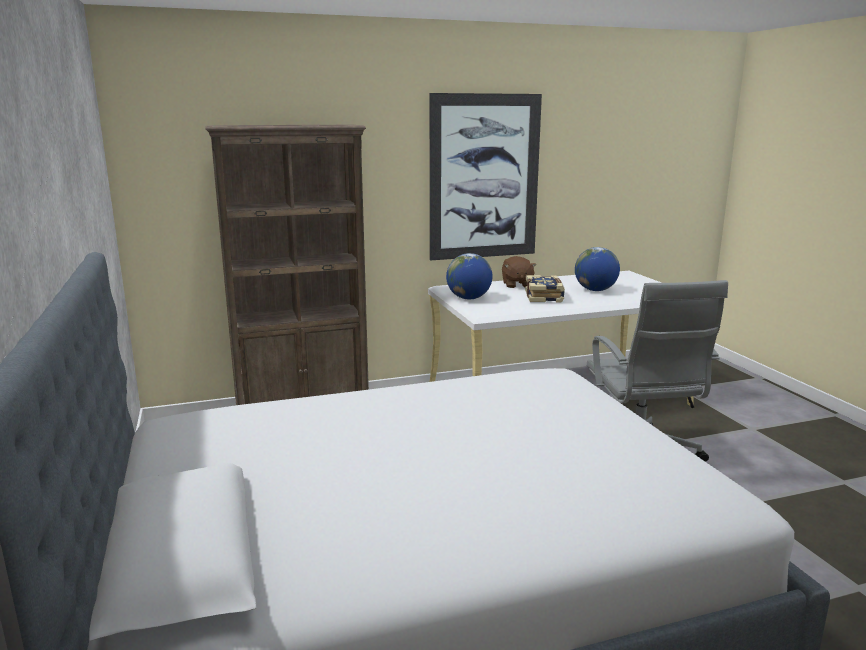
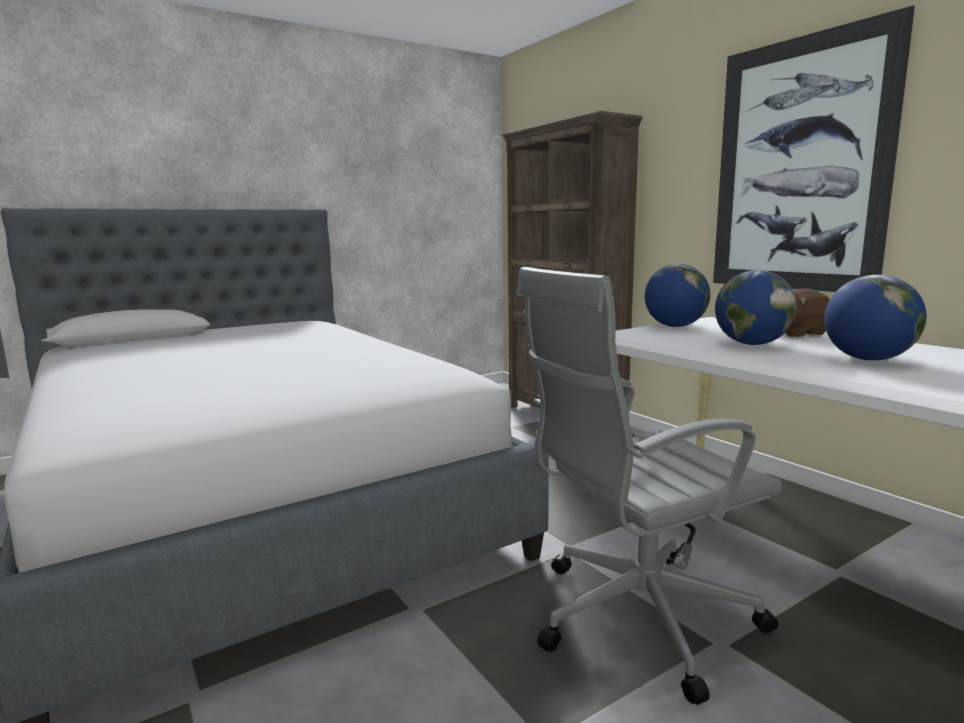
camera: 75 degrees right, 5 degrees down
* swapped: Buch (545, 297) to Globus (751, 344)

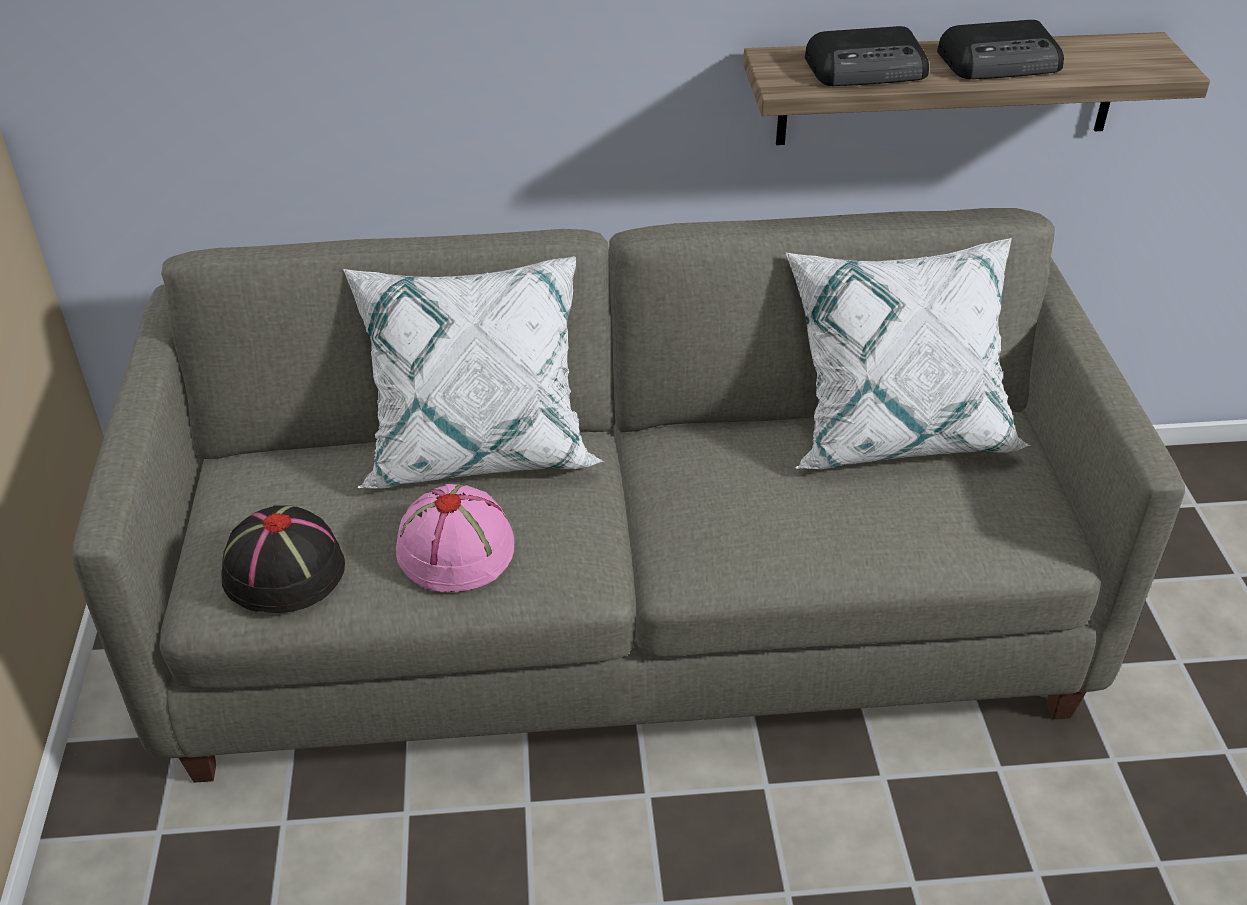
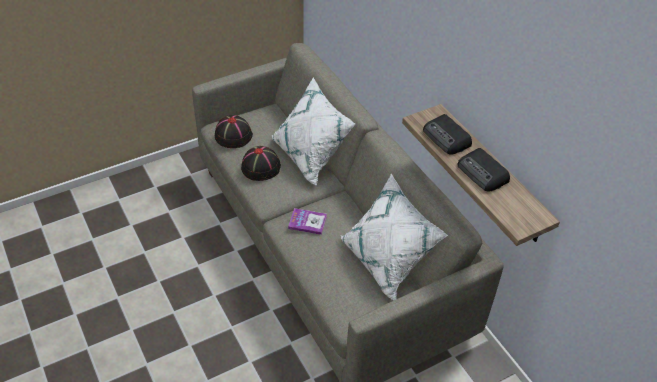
camera: 65 degrees right, 5 degrees up
* repainted: Hut [rosa] (456, 548) to Hut [schwarz] (261, 167)
* new: Buch (307, 222)

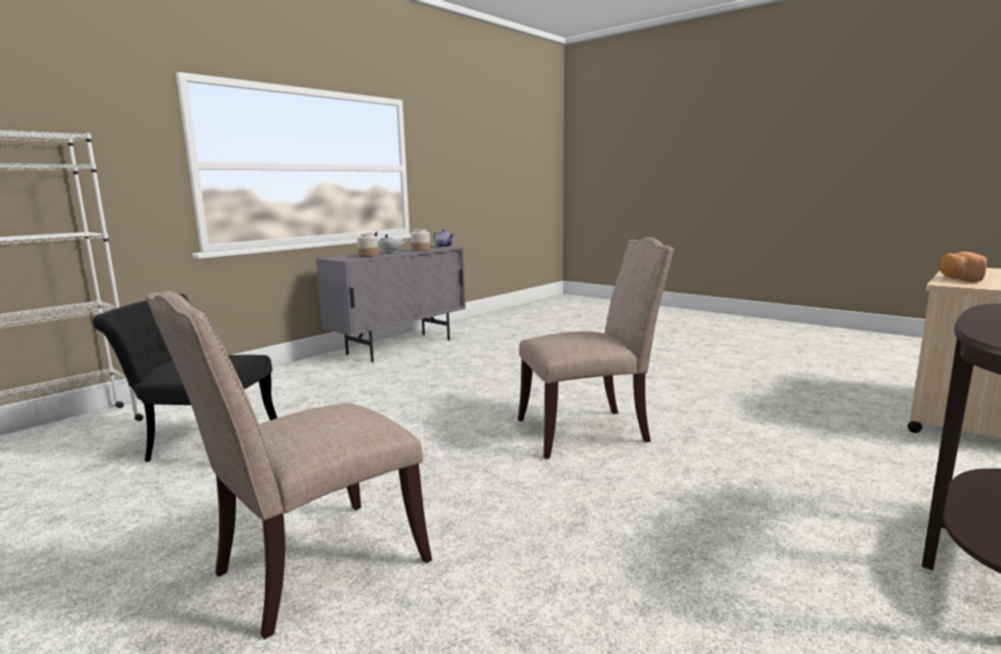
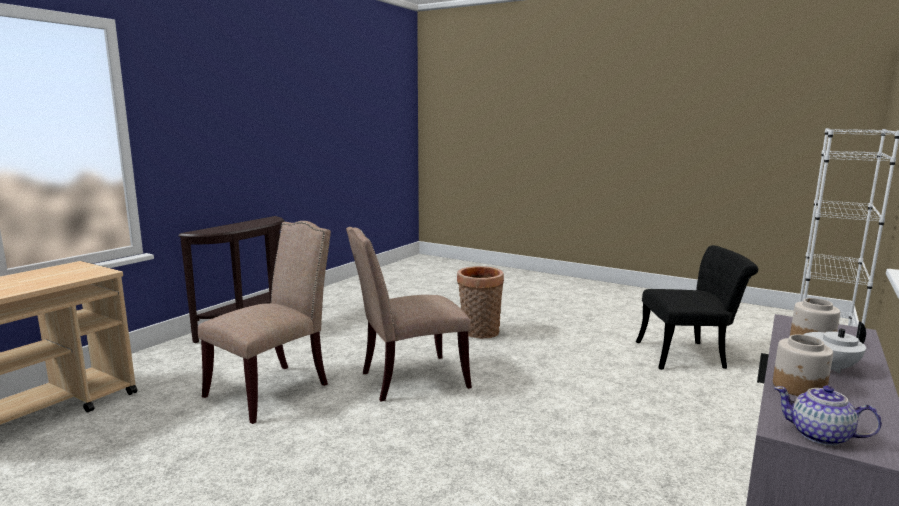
camera: 170 degrees right, 0 degrees up
* gone: Brot (958, 279)
* shifted: Stuhl [beige] (313, 569) to (273, 389)
* new: Korb (479, 333)

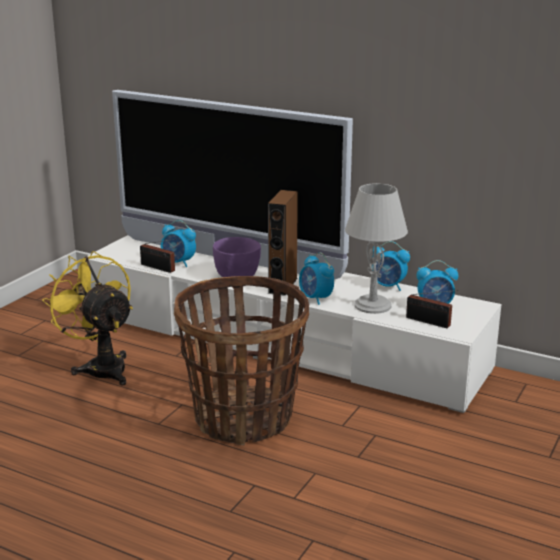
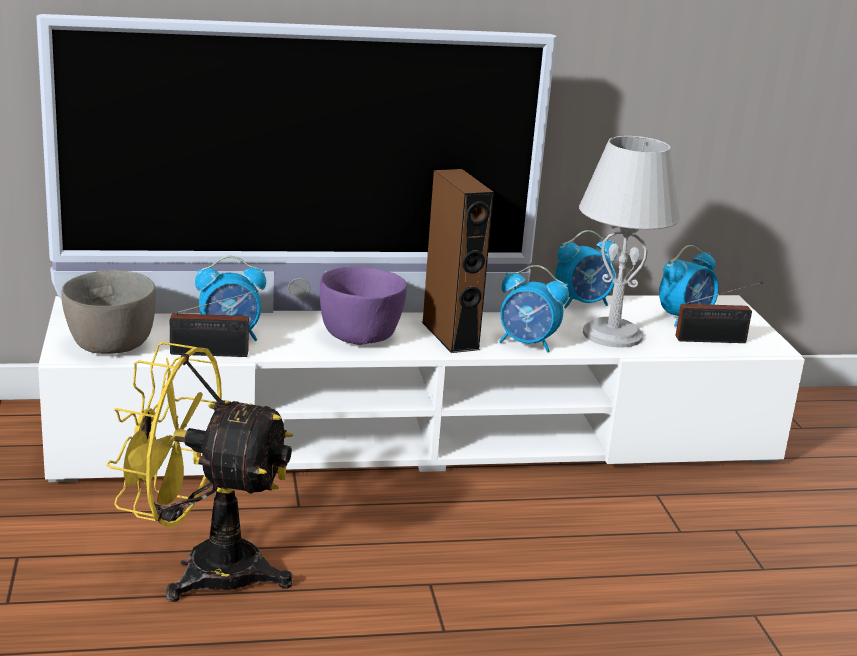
camera: 40 degrees left, 0 degrees up
* gone: Korb (244, 418)
* new: Schüssel [grau] (109, 346)

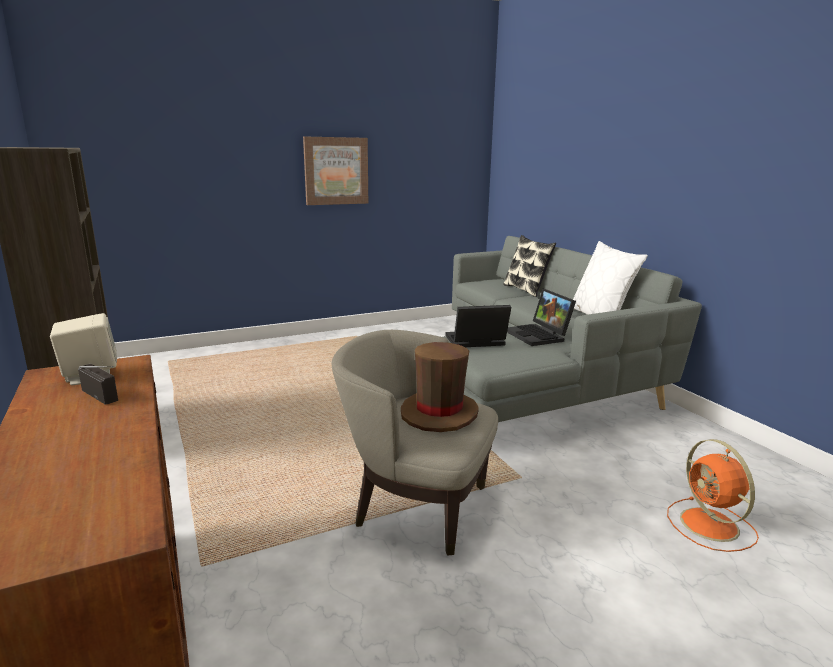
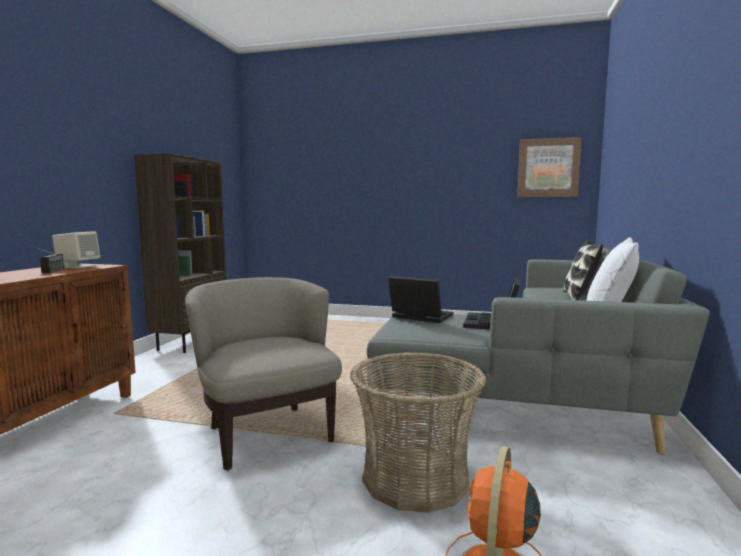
camera: 40 degrees right, 10 degrees down
* shifted: Bild (336, 171) to (548, 168)
* gone: Hut [braun] (439, 413)
* new: Korb (416, 478)

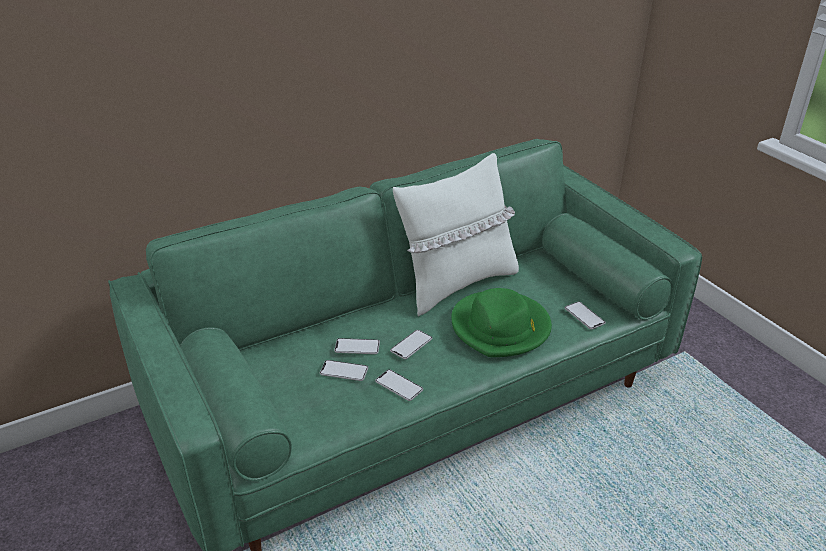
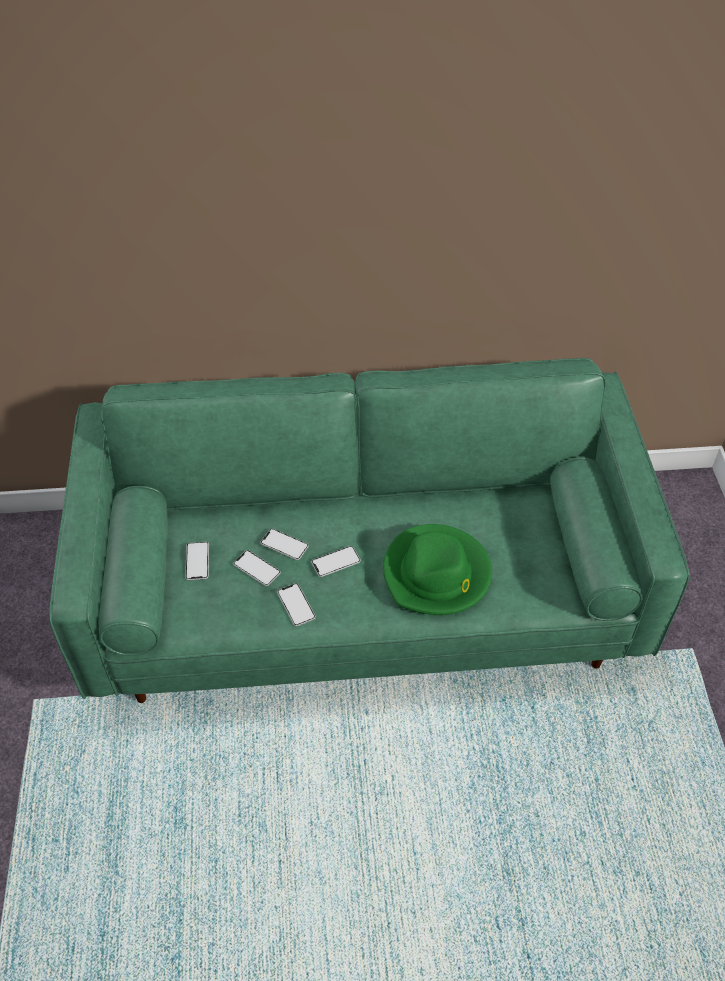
camera: 25 degrees right, 15 degrees up
* gone: Kissen [weiß] (457, 284)
* shifted: Handy (584, 316) to (197, 561)

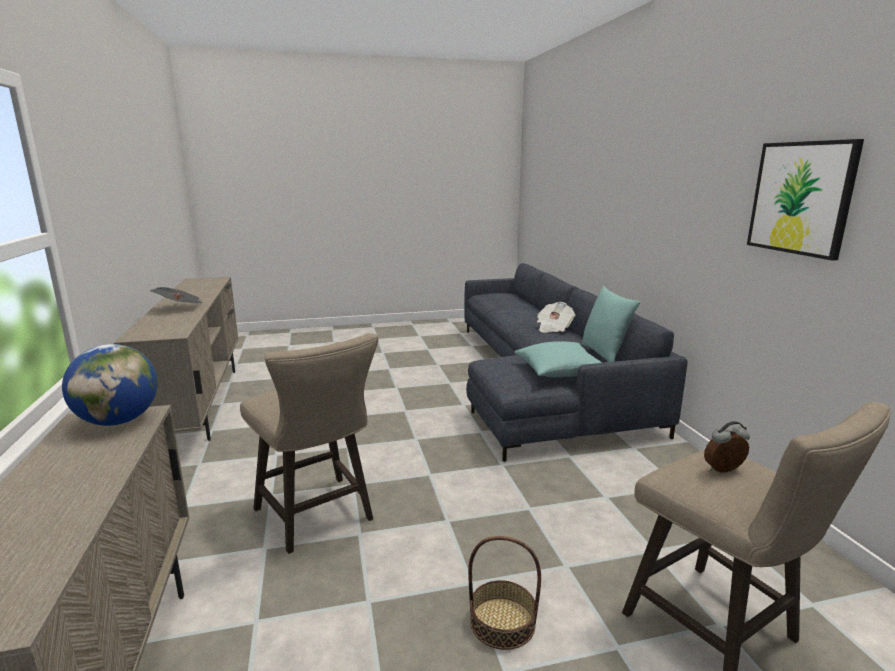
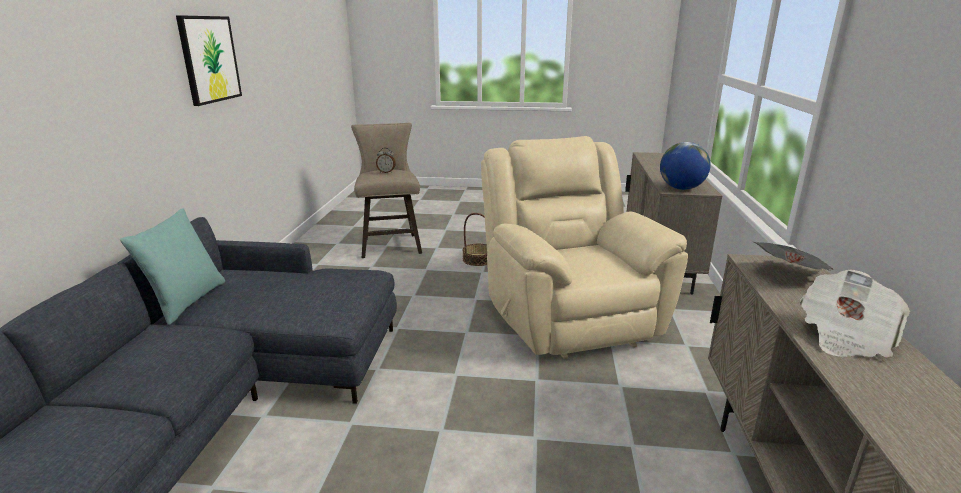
camera: 160 degrees left, 5 degrees up
* shifted: Zeitung (554, 328) to (789, 275)
* swapped: Hocker [beige] (318, 518) to Sessel [beige] (568, 316)
* gone: Kissen [türkis] (559, 371)

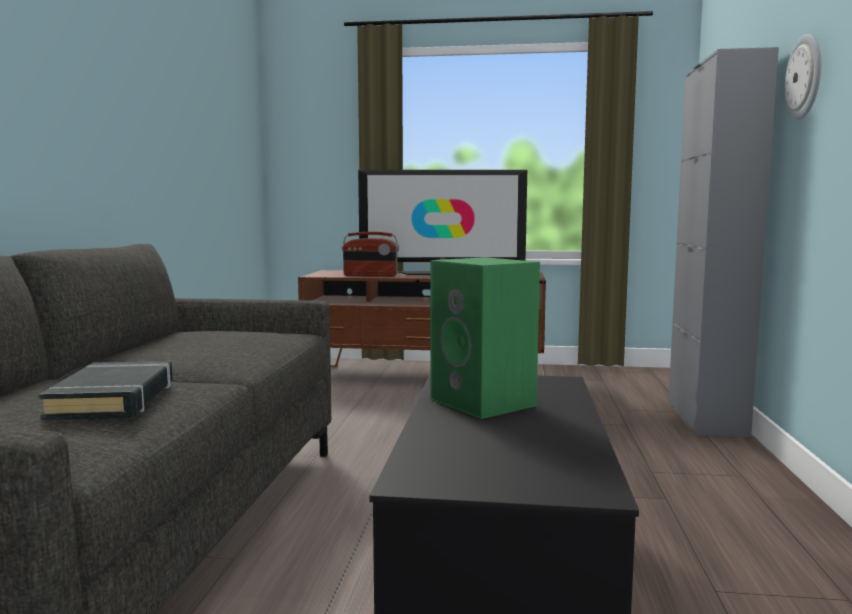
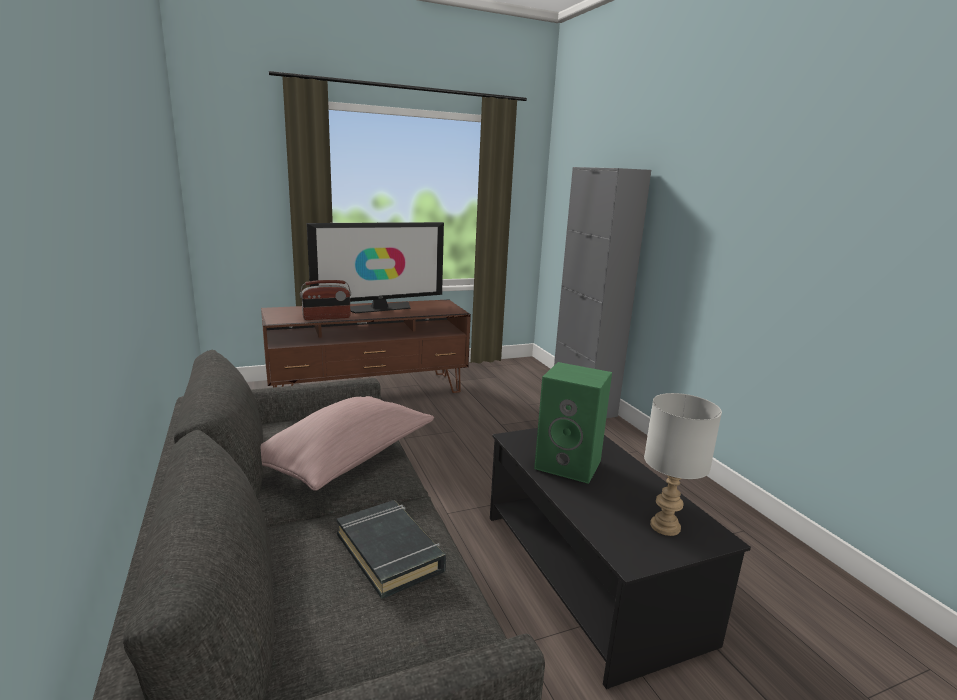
camera: 30 degrees left, 10 degrees up
* gone: Wanduhr (805, 77)
* new: Tischlampe [grau] (666, 527)
* new: Kissen [rosa] (348, 459)

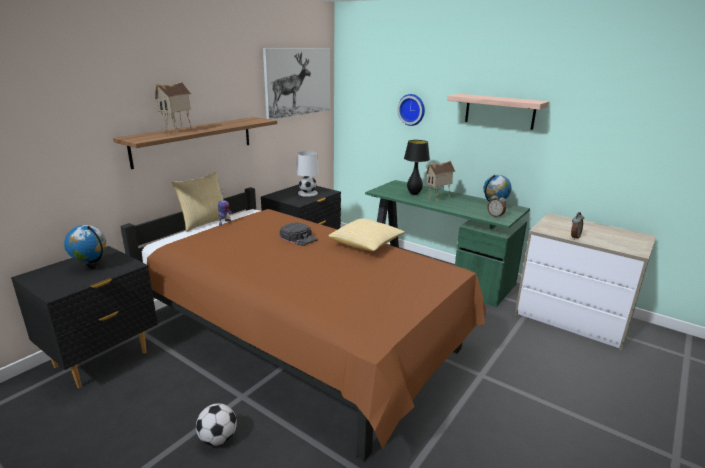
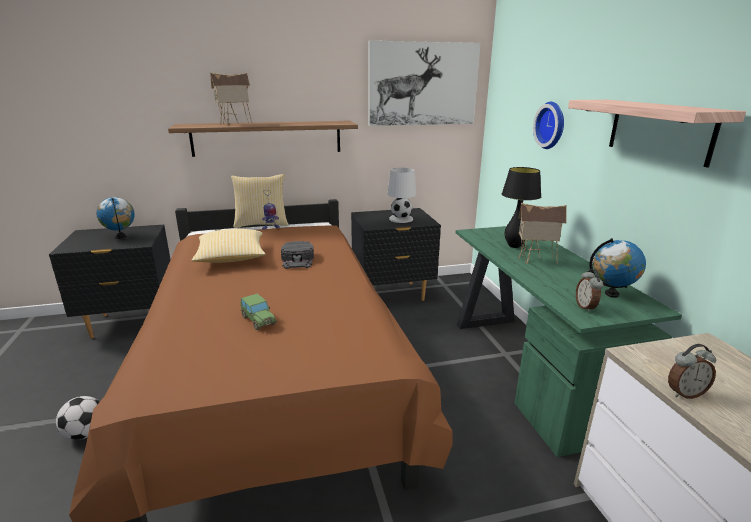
camera: 40 degrees right, 0 degrees up
* shifted: Kissen (366, 245) to (231, 258)
* new: Spielzeugauto (258, 320)

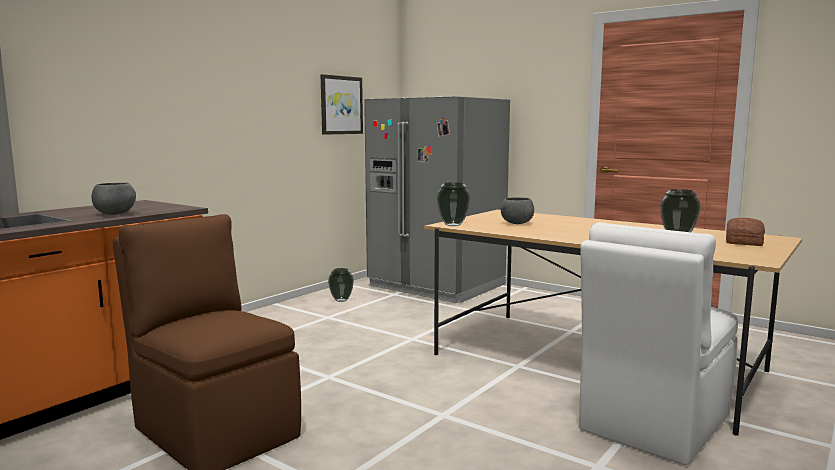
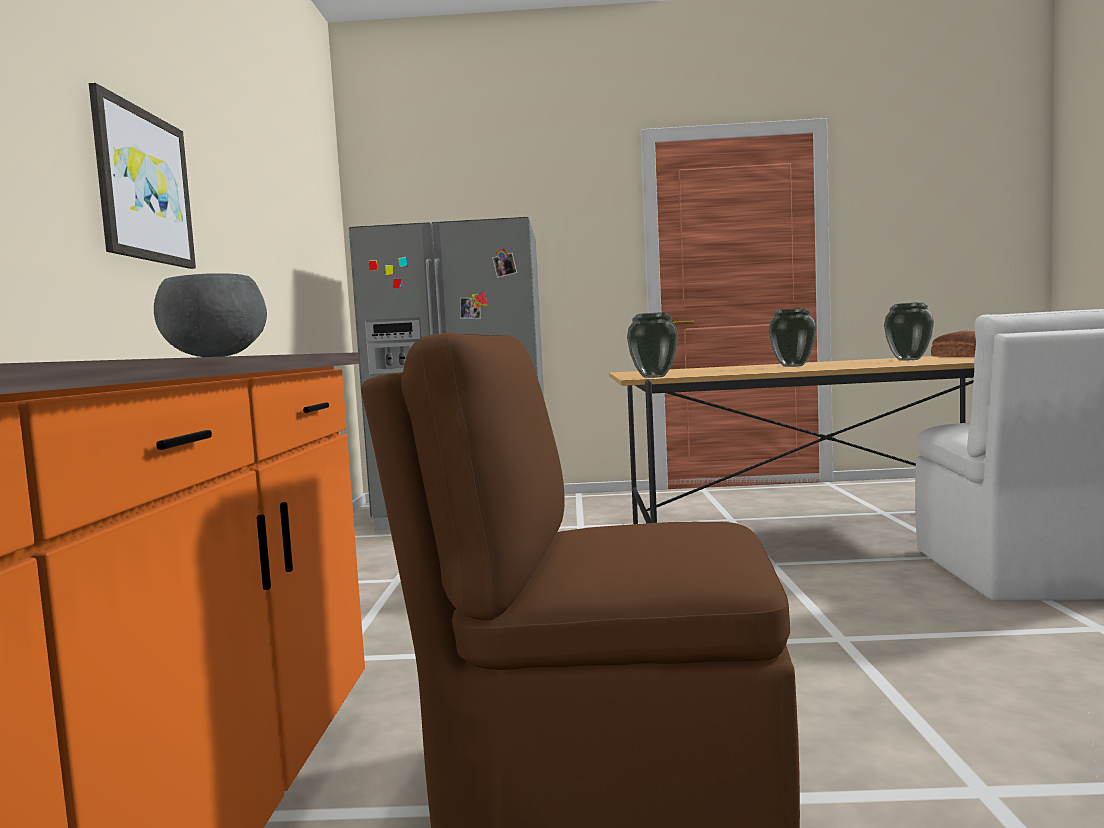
camera: 35 degrees left, 5 degrees down
* shifted: Bild (341, 105) to (142, 186)
* gone: Schüssel [grau] (517, 223)
* shifted: Vase (341, 300) to (792, 366)

